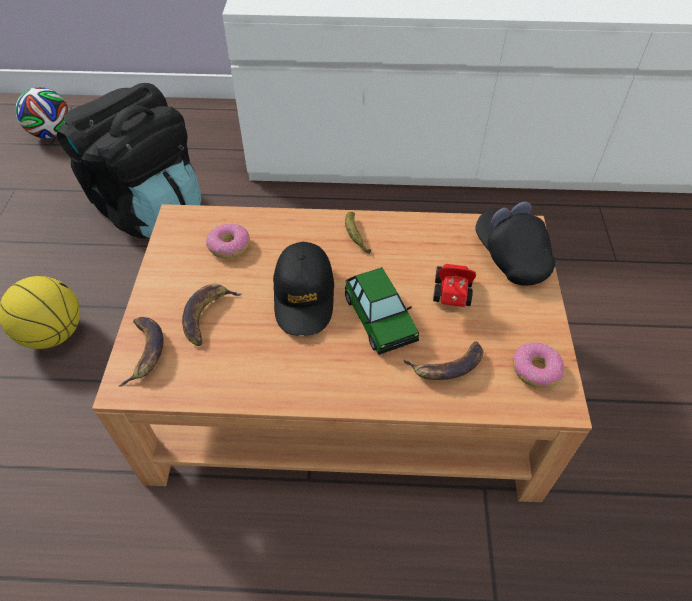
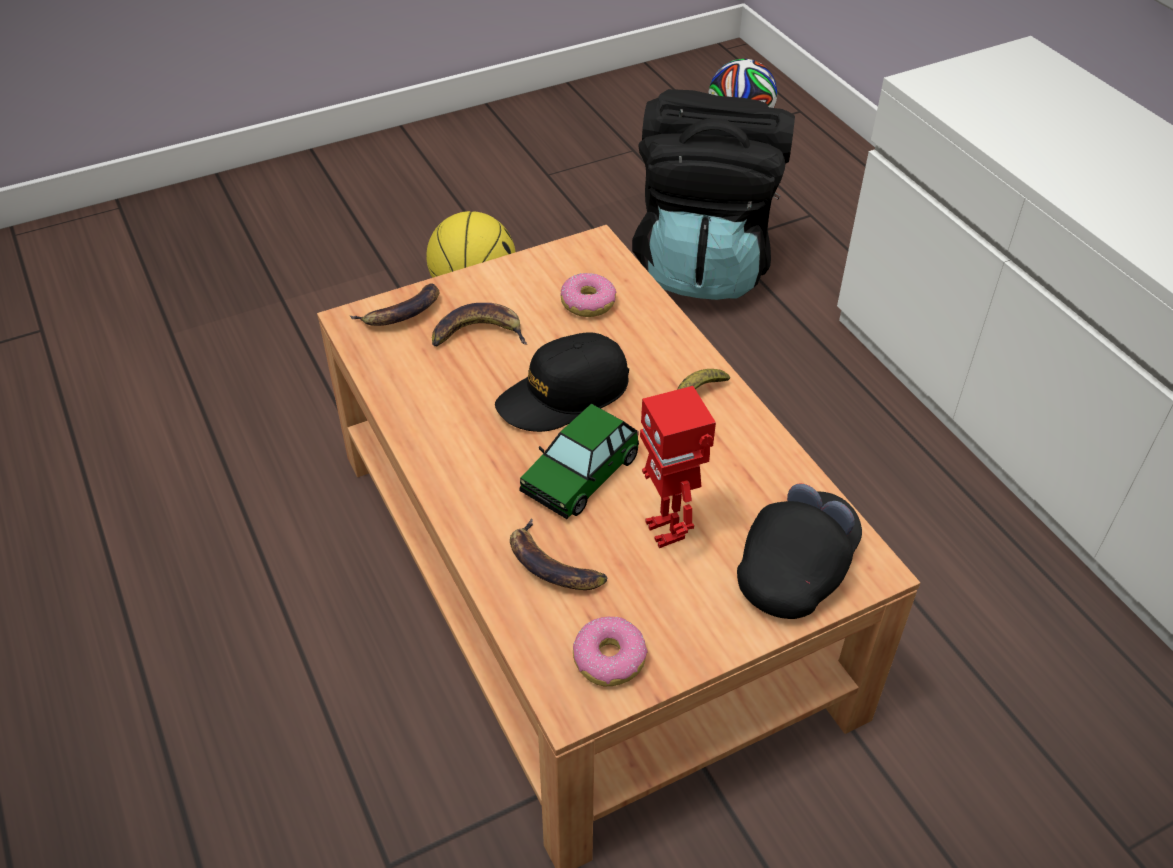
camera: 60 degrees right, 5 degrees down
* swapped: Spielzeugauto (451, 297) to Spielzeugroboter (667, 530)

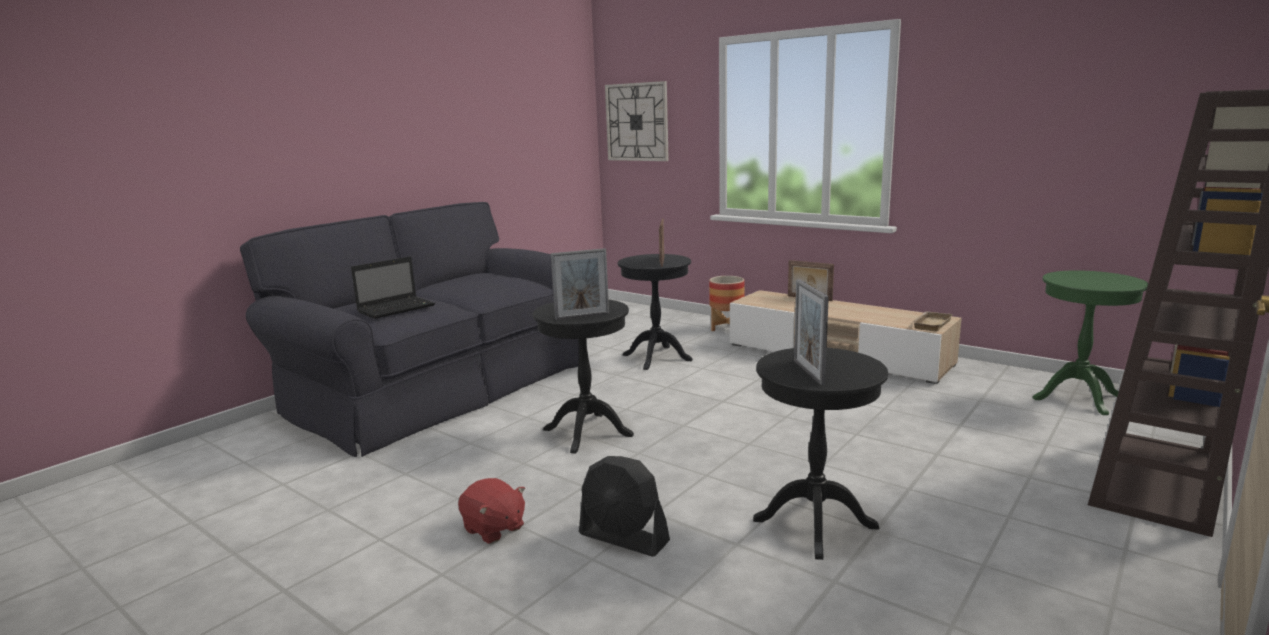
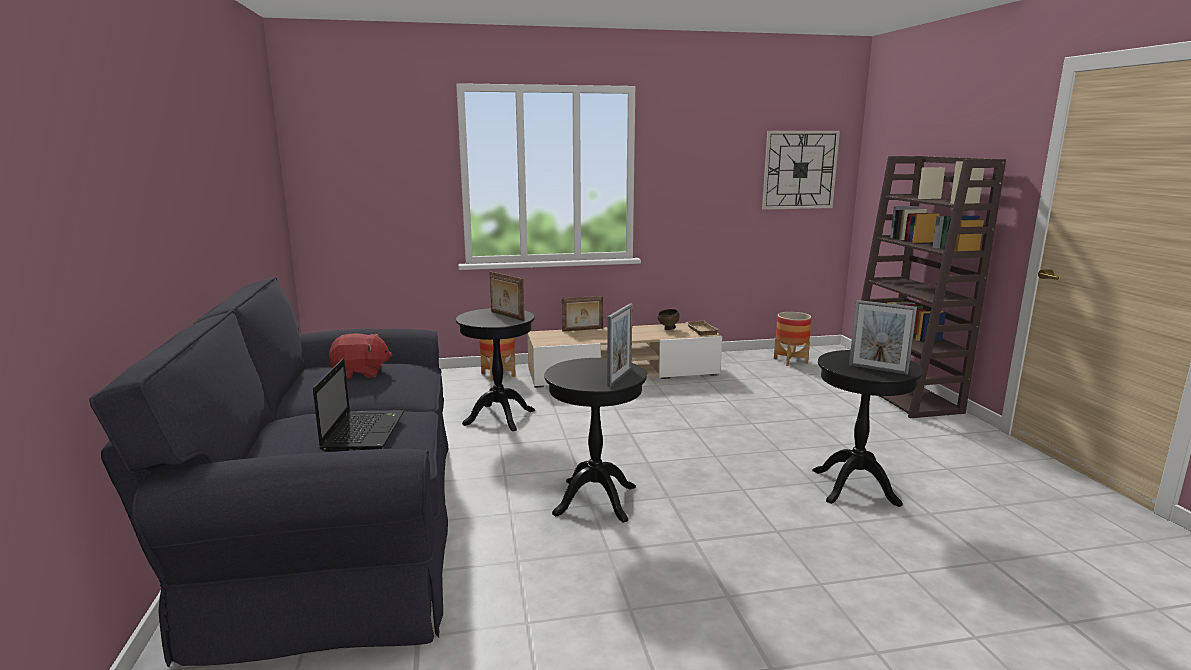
camera: 50 degrees left, 0 degrees up
* shifted: Wanduhr (637, 122) to (799, 170)
* swapped: Beistelltisch [grün] (1077, 397) to Pflanzkübel (790, 361)
* gone: Ventilator [schwarz] (624, 538)
* shifted: Plüschtier [rot] (493, 529) to (360, 373)
* new: Schüssel [braun] (668, 329)

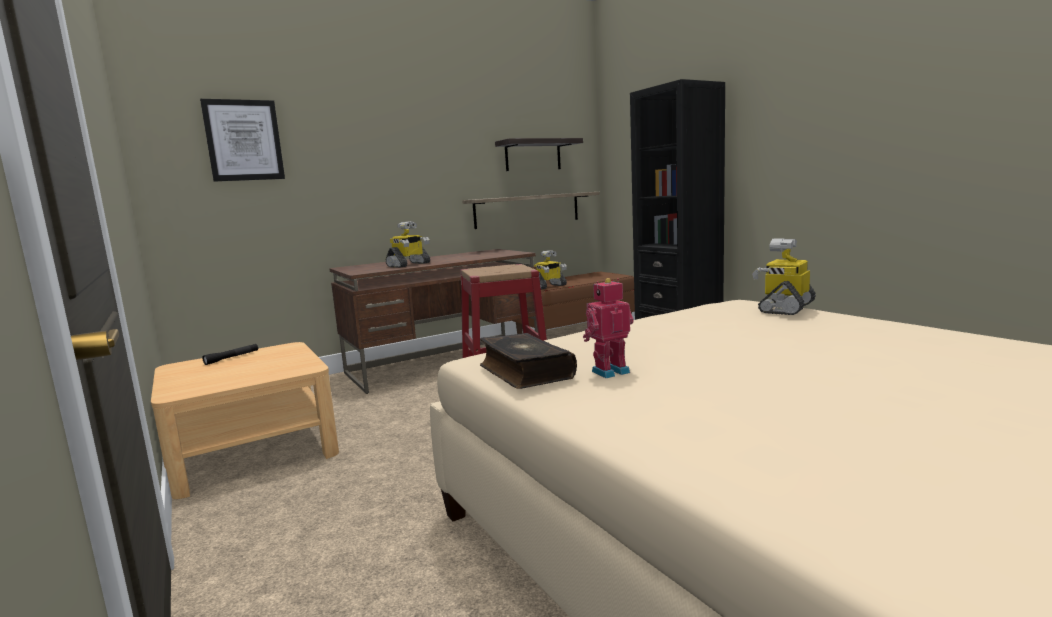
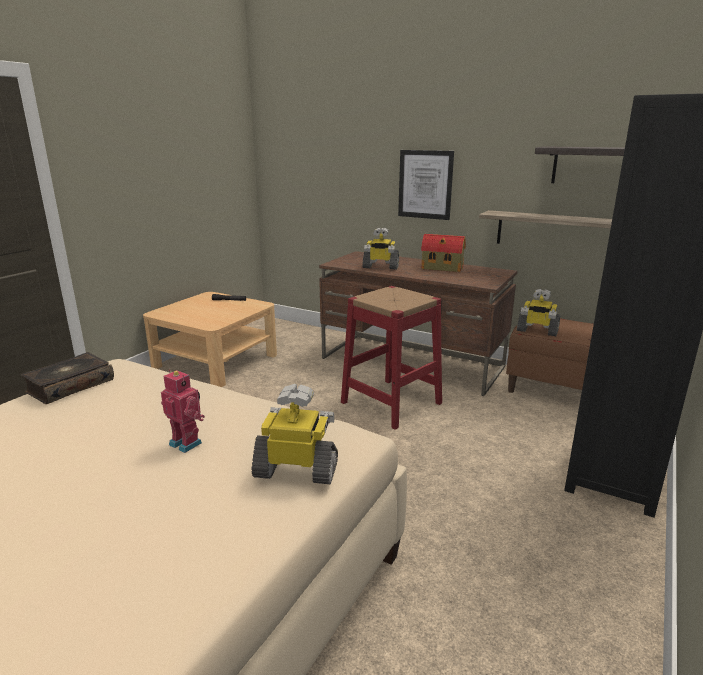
camera: 60 degrees right, 10 degrees up
* shifted: Bild (244, 140) to (425, 184)
* shifted: Spielzeugroboter (609, 371) to (187, 443)
* new: Spielzeughaus (443, 268)

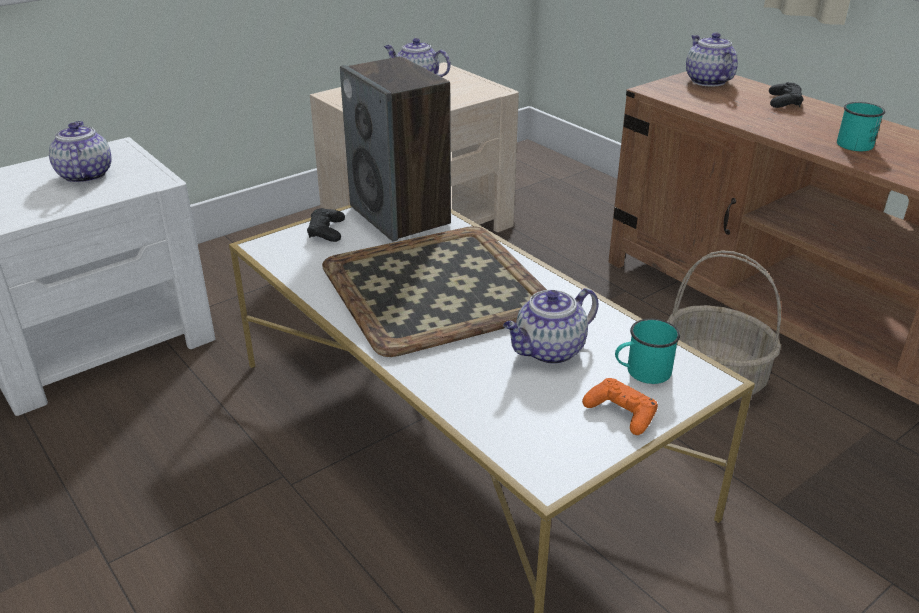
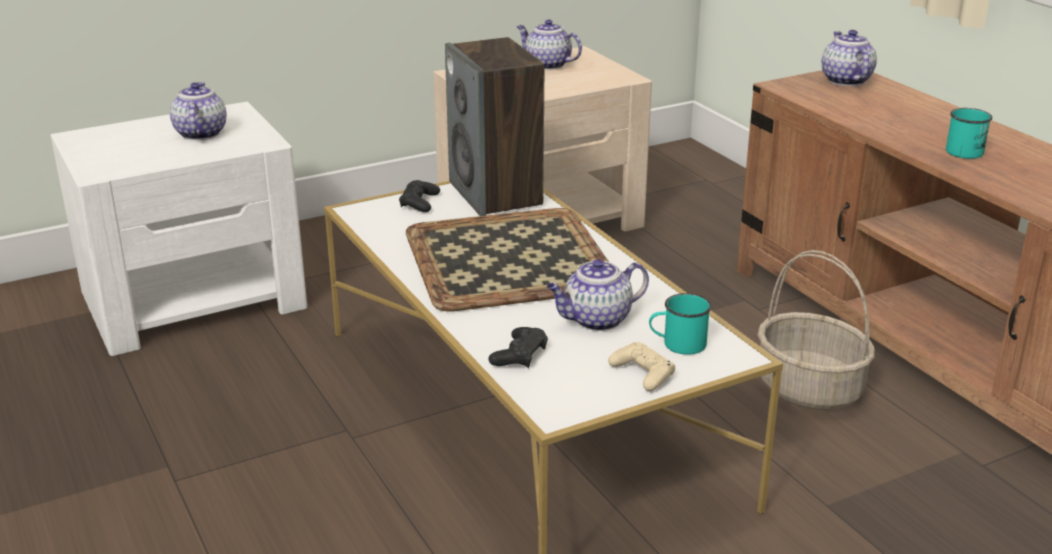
camera: 10 degrees right, 5 degrees down
* shifted: Gamepad [schwarz] (784, 102) to (519, 355)
* repainted: Gamepad [orange] (621, 412) to Gamepad [beige] (643, 373)

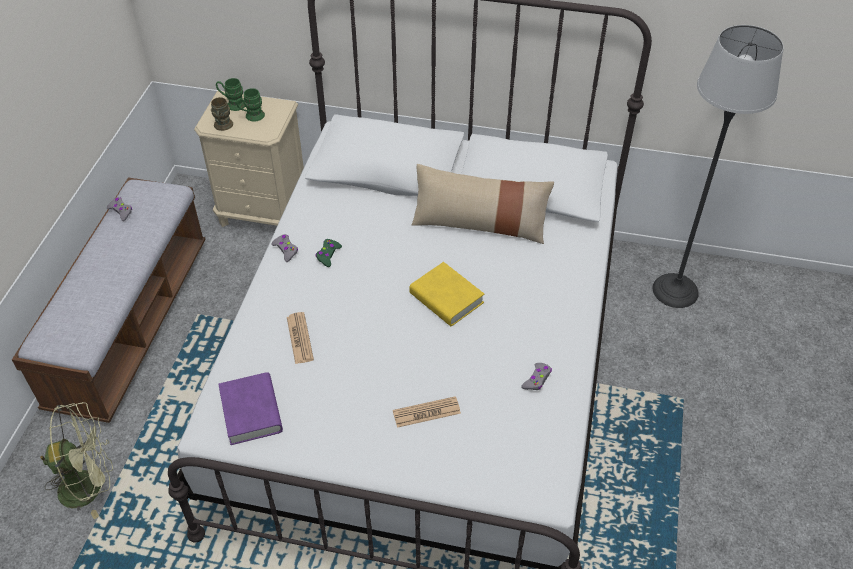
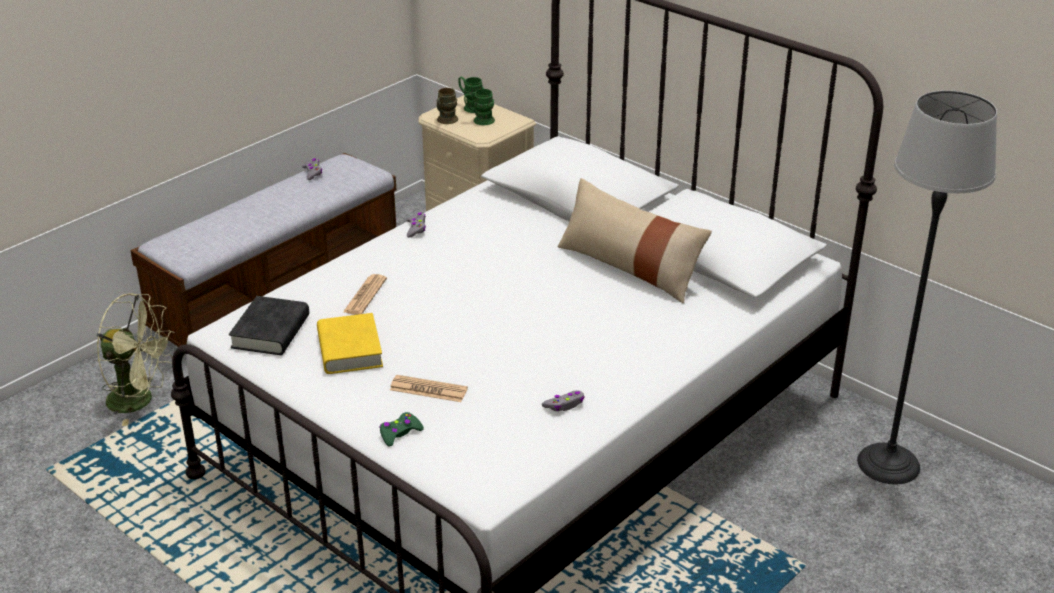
camera: 30 degrees right, 15 degrees down
* shifted: Gamepad [grün] (328, 255) to (399, 433)
* shifted: Buch [gelb] (446, 298) to (349, 350)
* repainted: Buch [lila] (251, 412) to Buch [schwarz] (270, 332)

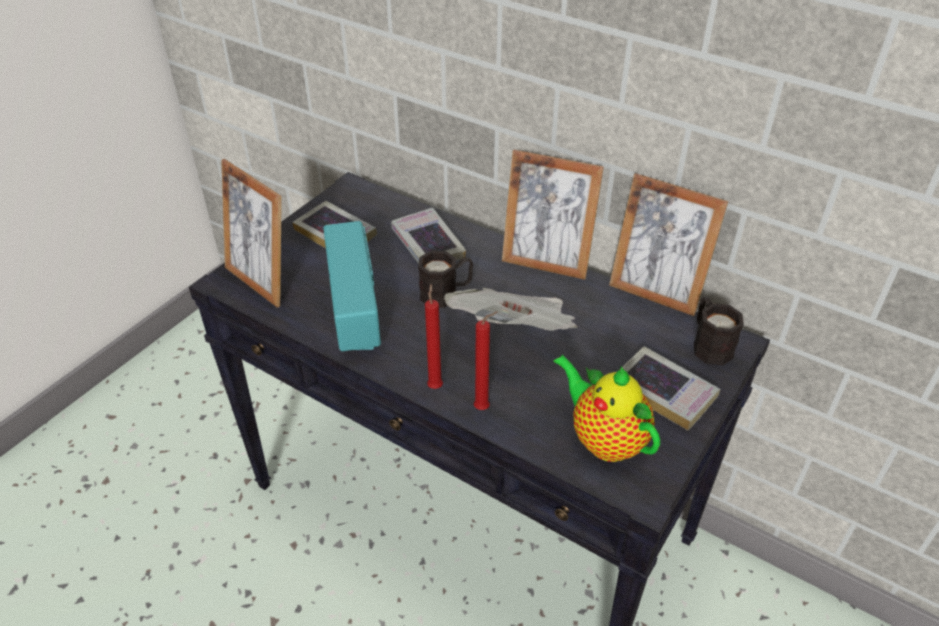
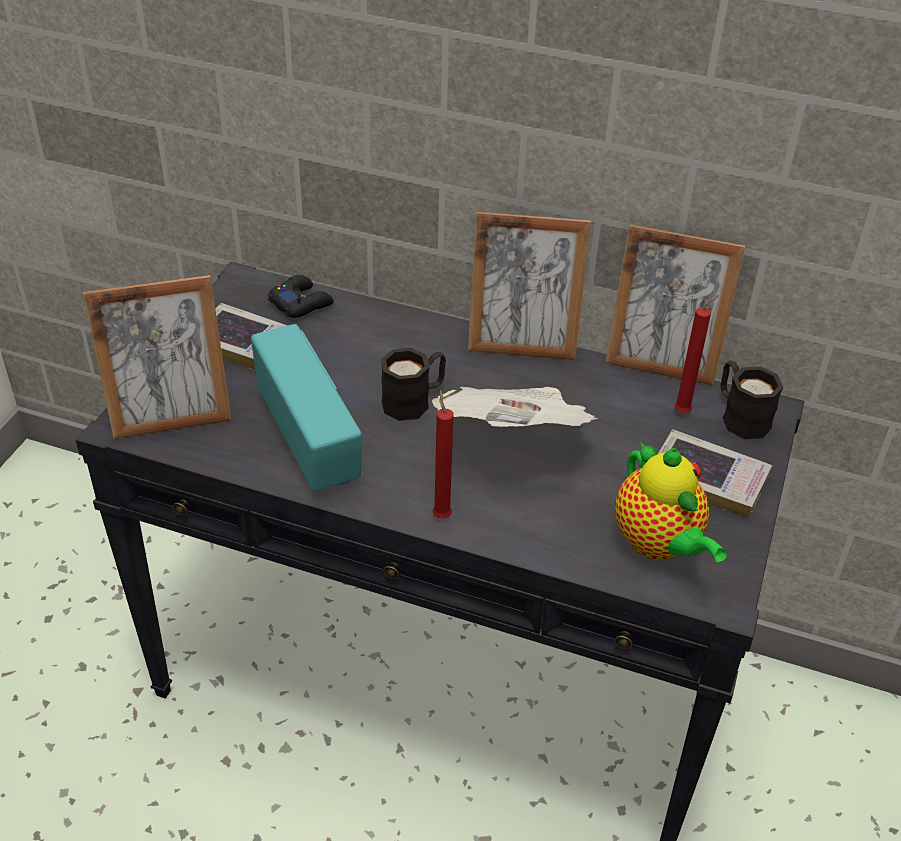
camera: 15 degrees left, 0 degrees up
* rotated: Bilderrahmen (261, 281) = (171, 418) 45 degrees counterclockwise
* gone: Buch (427, 244)
* shifted: Kerze [rot] (484, 408) to (684, 411)
* rotated: Teekanne (604, 439) = (659, 544) 150 degrees counterclockwise
* new: Gamepad [schwarz] (301, 303)

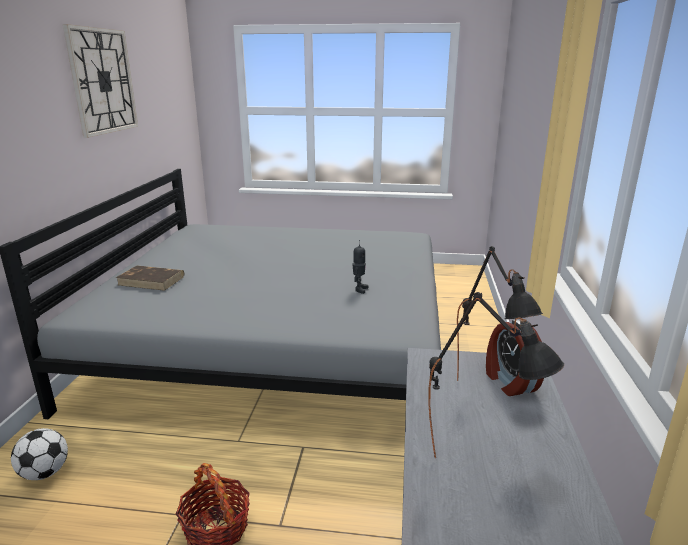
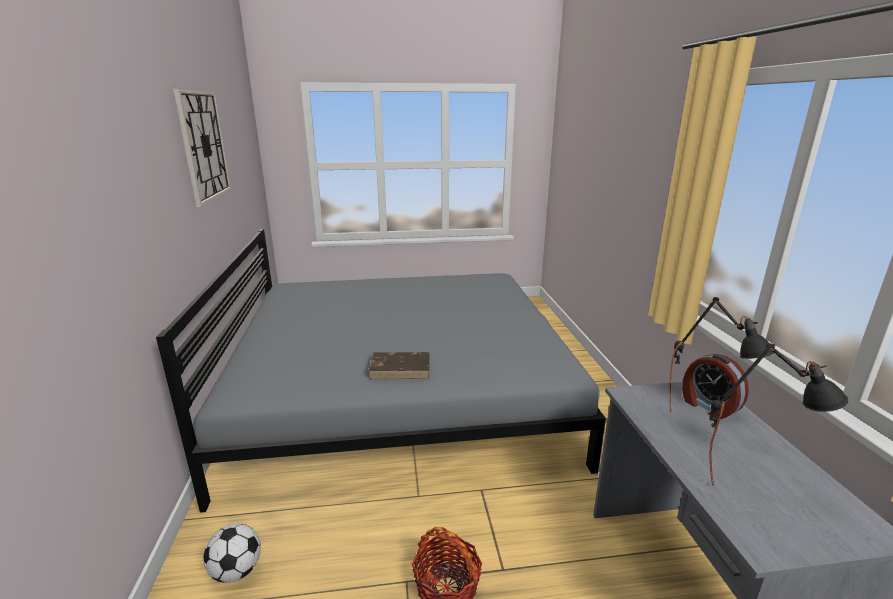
camera: 15 degrees left, 0 degrees up
* gone: Spielzeugroboter (359, 289)
* shifted: Buch [braun] (152, 280) to (401, 368)

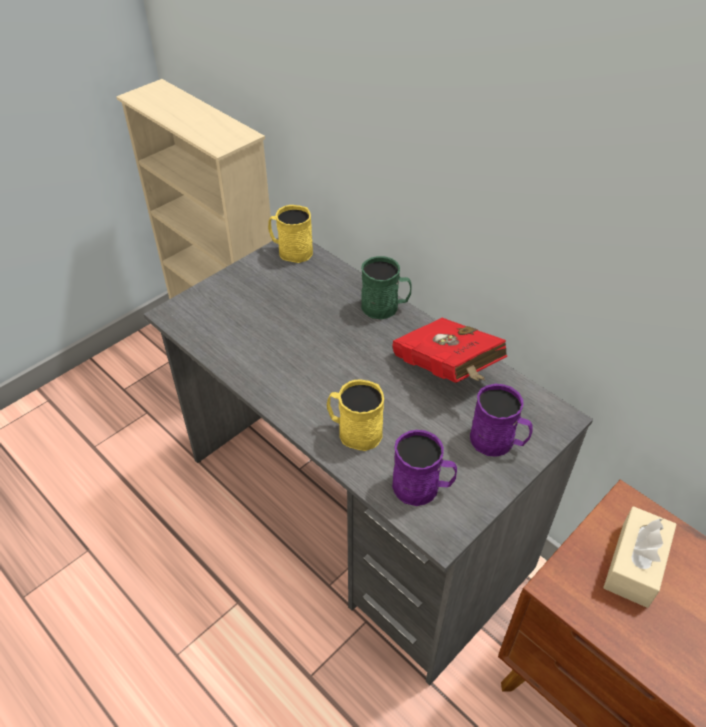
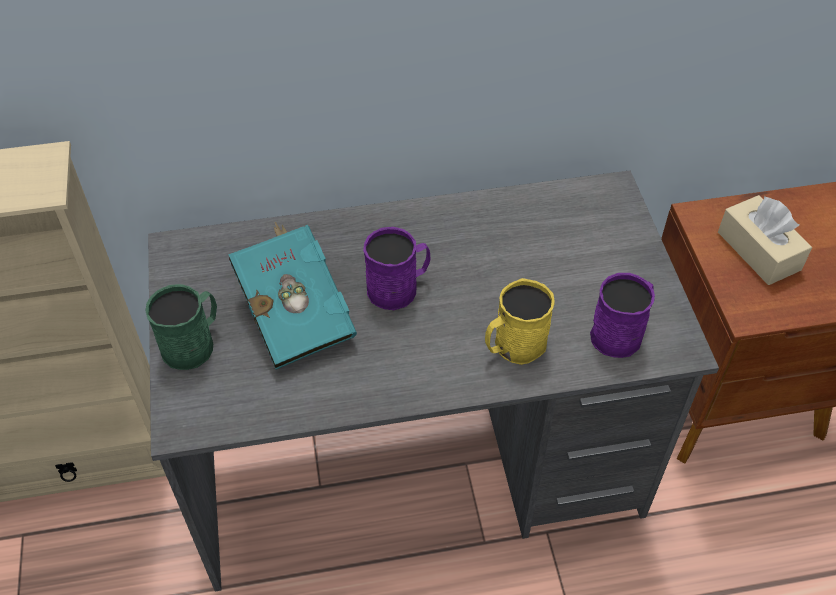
camera: 55 degrees left, 5 degrees up
* gone: Henkelbecher [gelb] (291, 251)
* shifted: Henkelbecher [grün] (385, 307) to (193, 343)
* gone: Buch [rot] (447, 371)
* shifted: Henkelbecher [lila] (498, 441) to (399, 288)
* new: Buch [türkis] (295, 312)

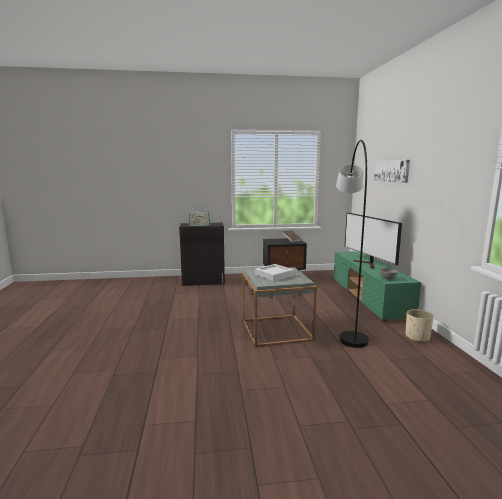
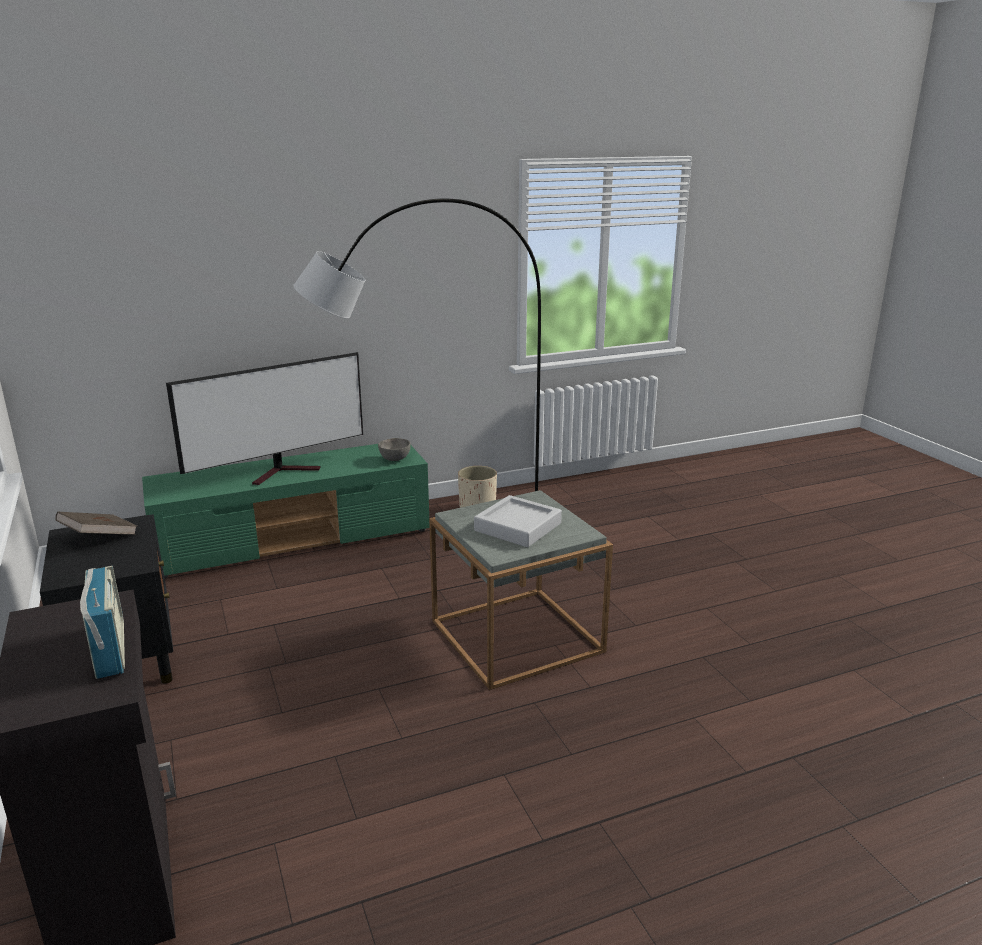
camera: 105 degrees left, 10 degrees up
* gone: Bild (391, 171)

